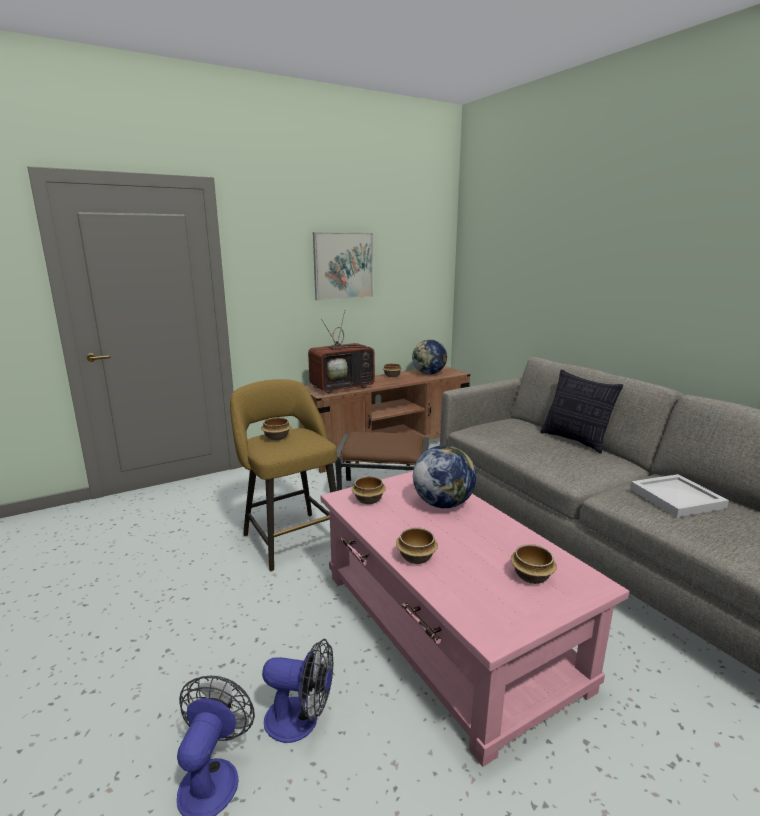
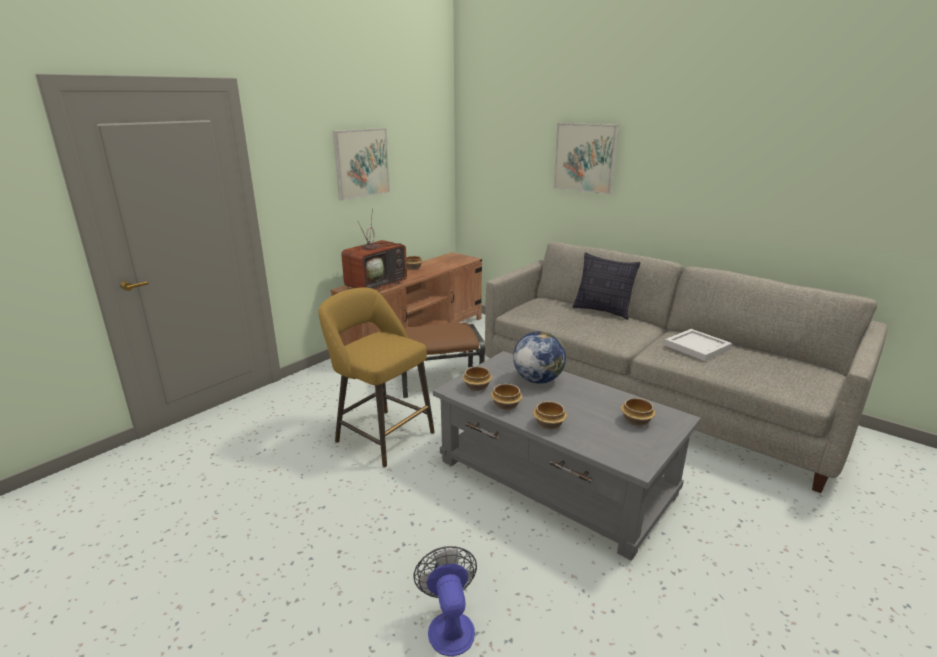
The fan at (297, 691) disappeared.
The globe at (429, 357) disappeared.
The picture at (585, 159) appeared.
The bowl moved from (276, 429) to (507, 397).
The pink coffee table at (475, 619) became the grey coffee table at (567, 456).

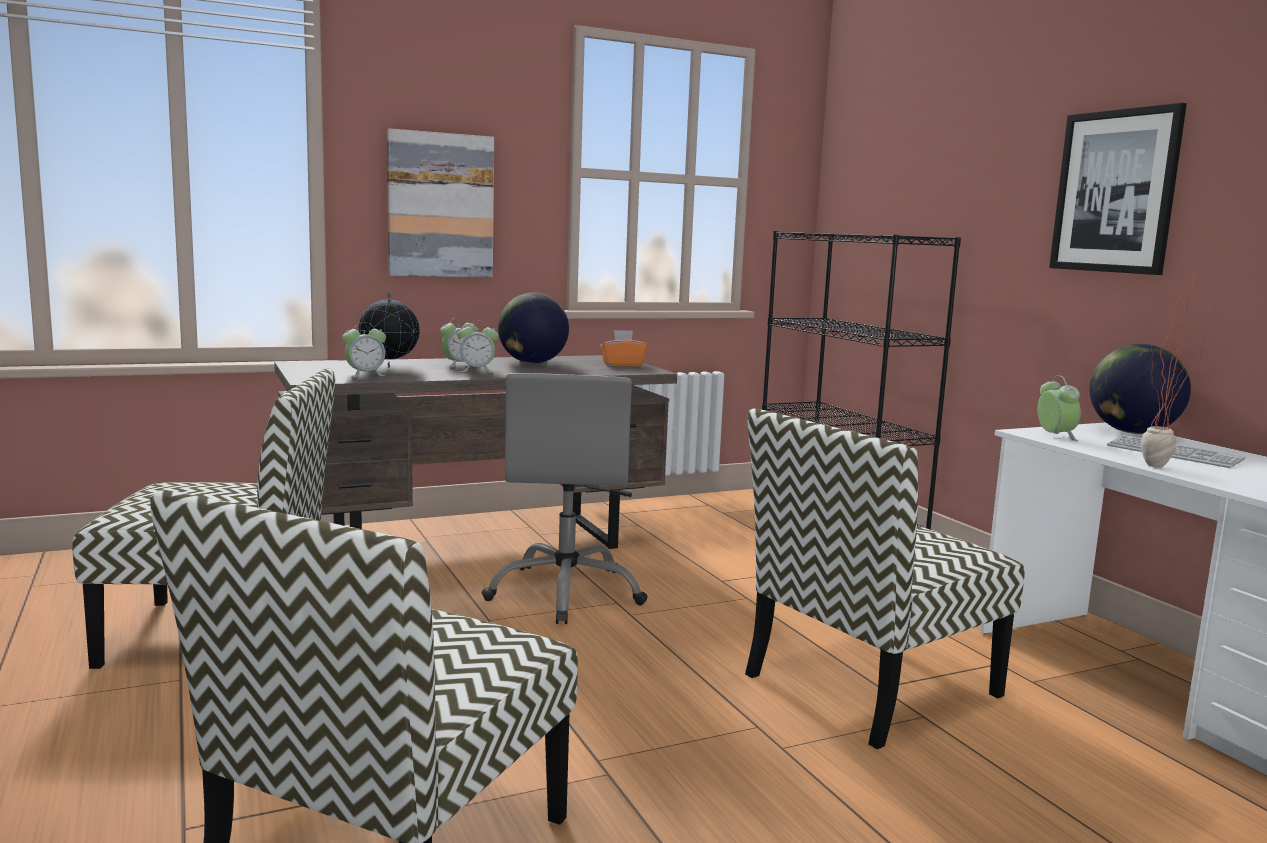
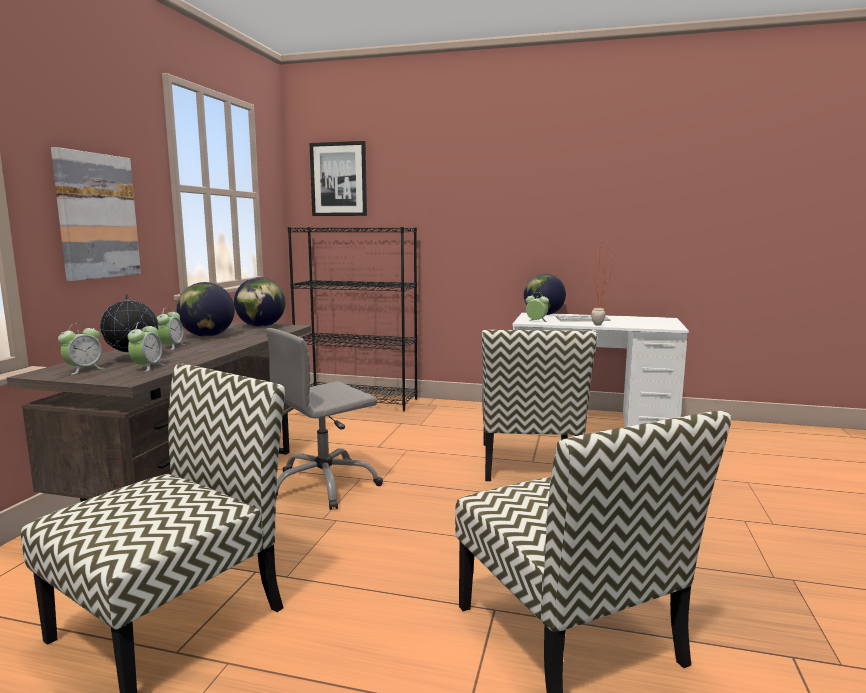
The alarm clock moved from (478, 347) to (81, 349).
The picture moved from (1118, 189) to (338, 178).
The orange tissue box at (623, 348) was replaced by the globe at (260, 302).
The grey office chair at (565, 498) turned 105 degrees clockwise.

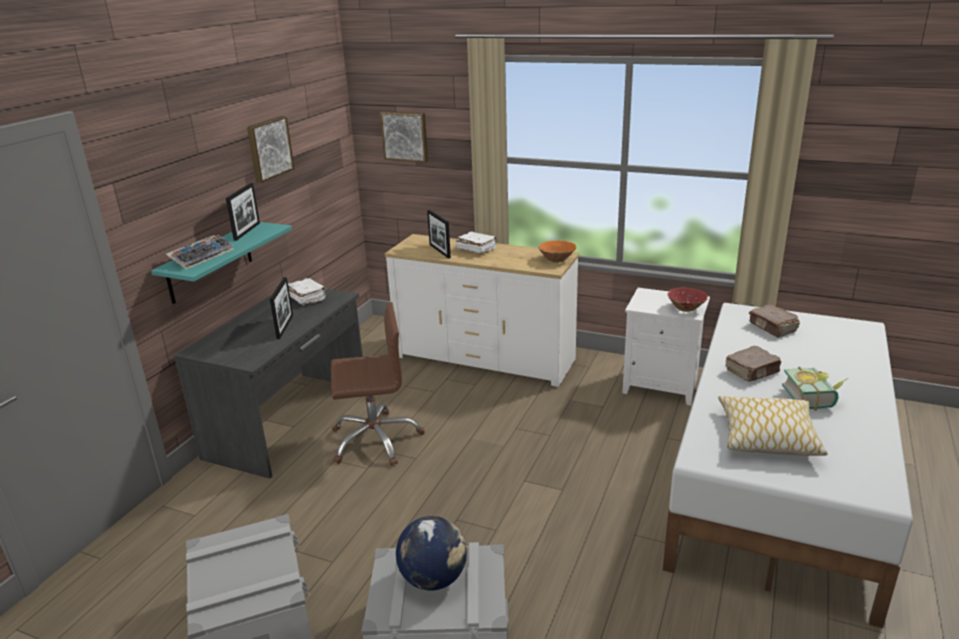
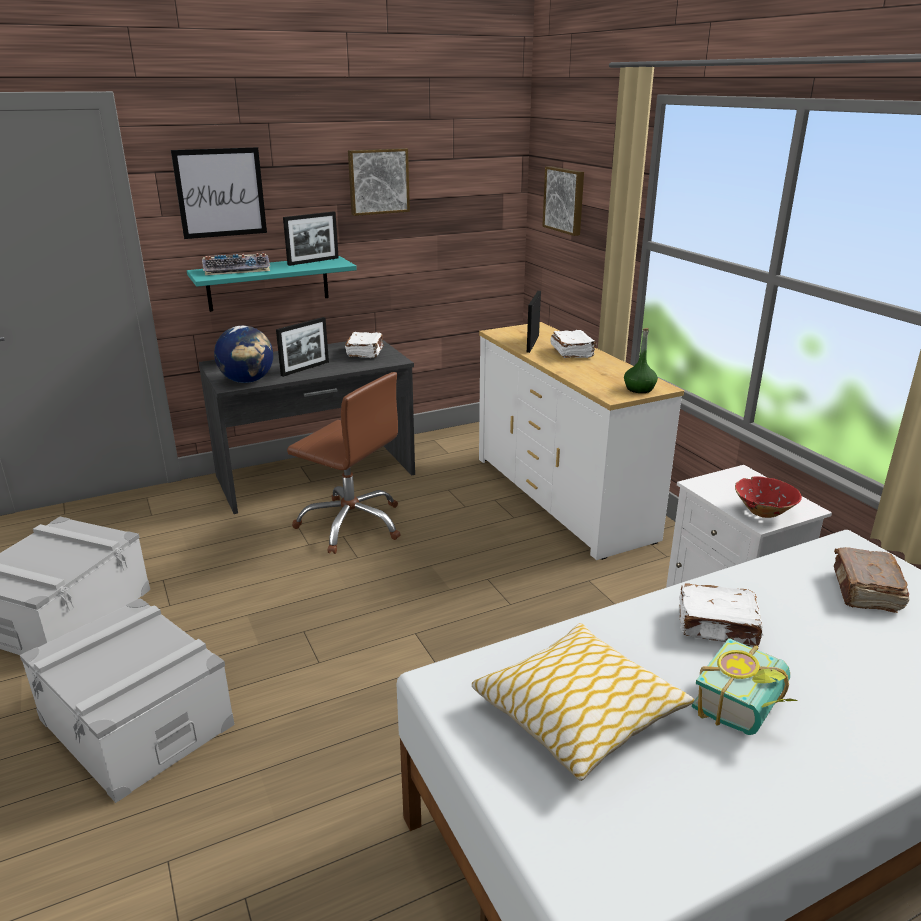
The picture at (219, 193) appeared.
The globe moved from (431, 553) to (243, 354).
The orange bowl at (557, 251) was replaced by the green bottle at (641, 360).
The brown book at (753, 363) became the white book at (721, 615).

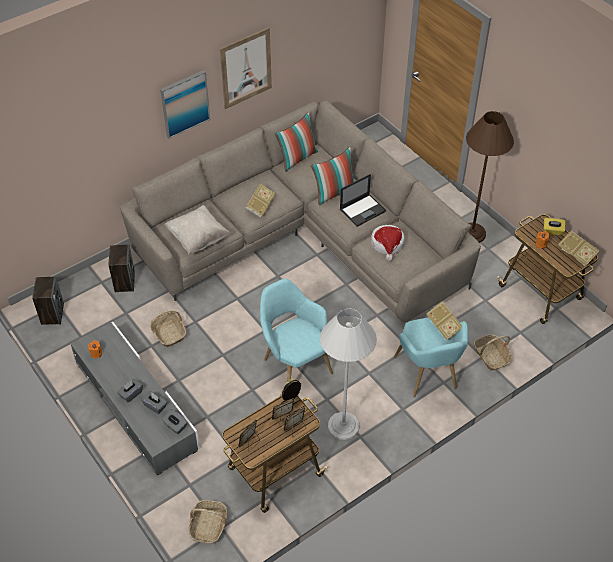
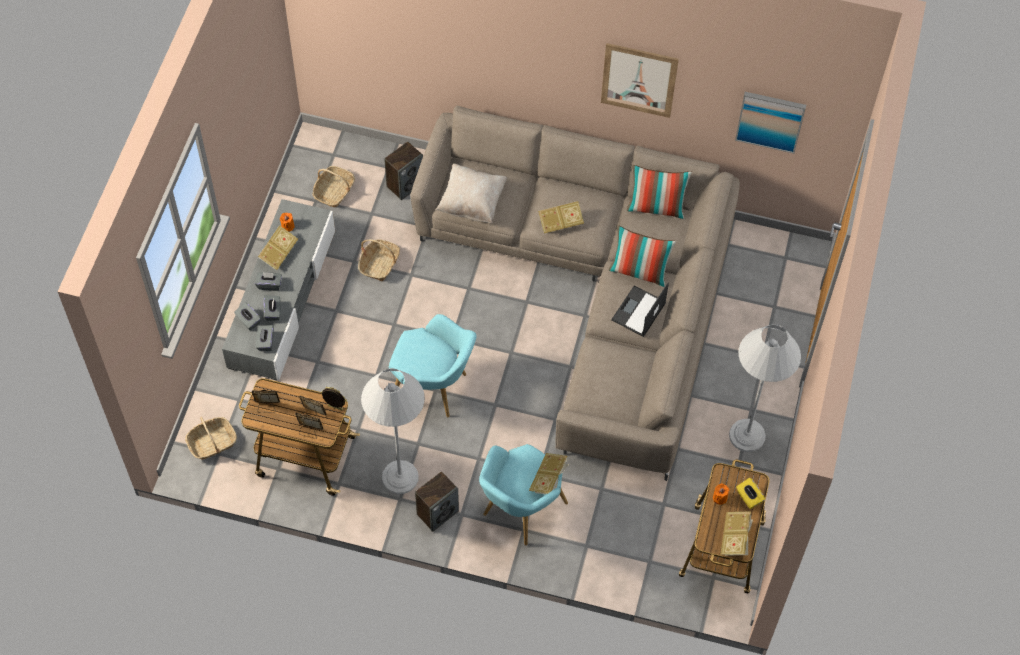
The hat at (388, 243) disappeared.
The grey tissue box at (247, 316) appeared.
The book at (278, 247) appeared.
The speaker moved from (48, 300) to (437, 501).
The picture moved from (185, 104) to (770, 123).
The basket moved from (492, 352) to (334, 186).
The brown floor lamp at (490, 177) became the white floor lamp at (765, 388).
The turquoise armchair at (296, 330) turned 90 degrees clockwise.
The laptop at (363, 200) turned 105 degrees clockwise.

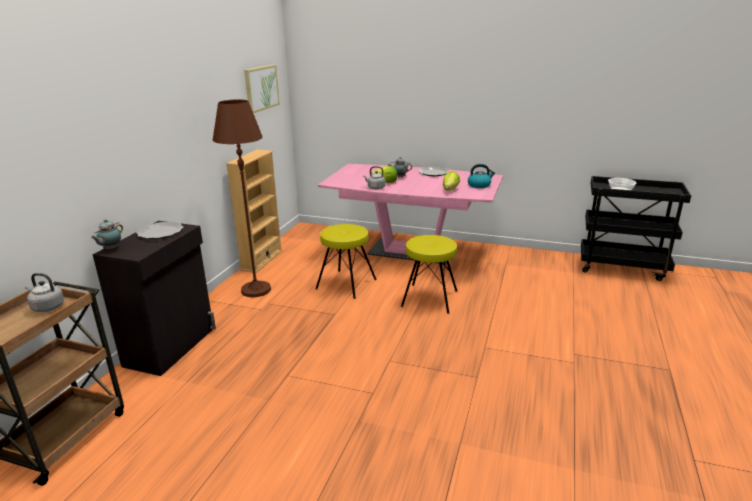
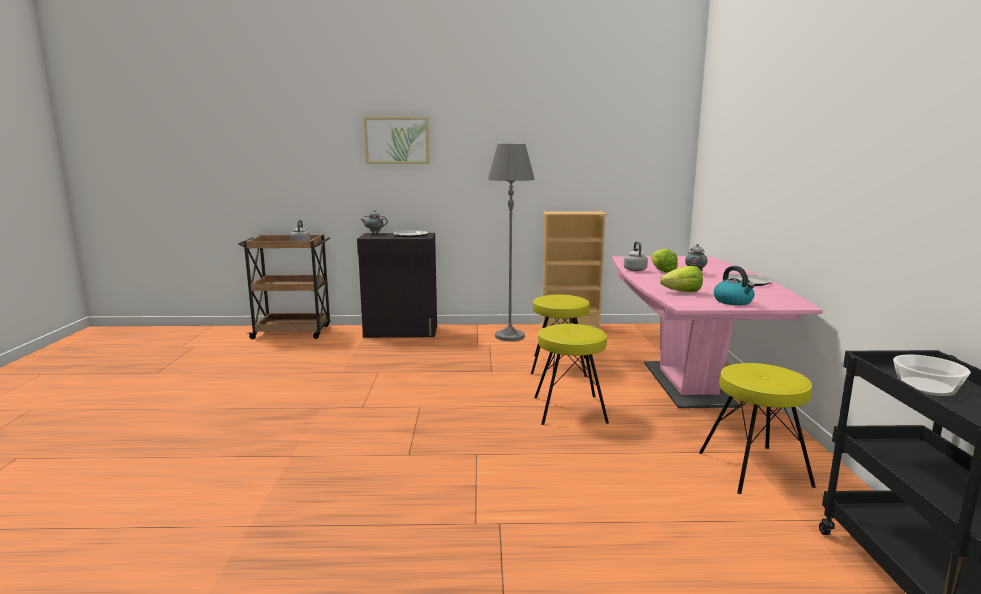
The yellow stool at (757, 428) appeared.
The picture moved from (262, 88) to (396, 140).
The brown floor lamp at (242, 198) became the grey floor lamp at (511, 242).

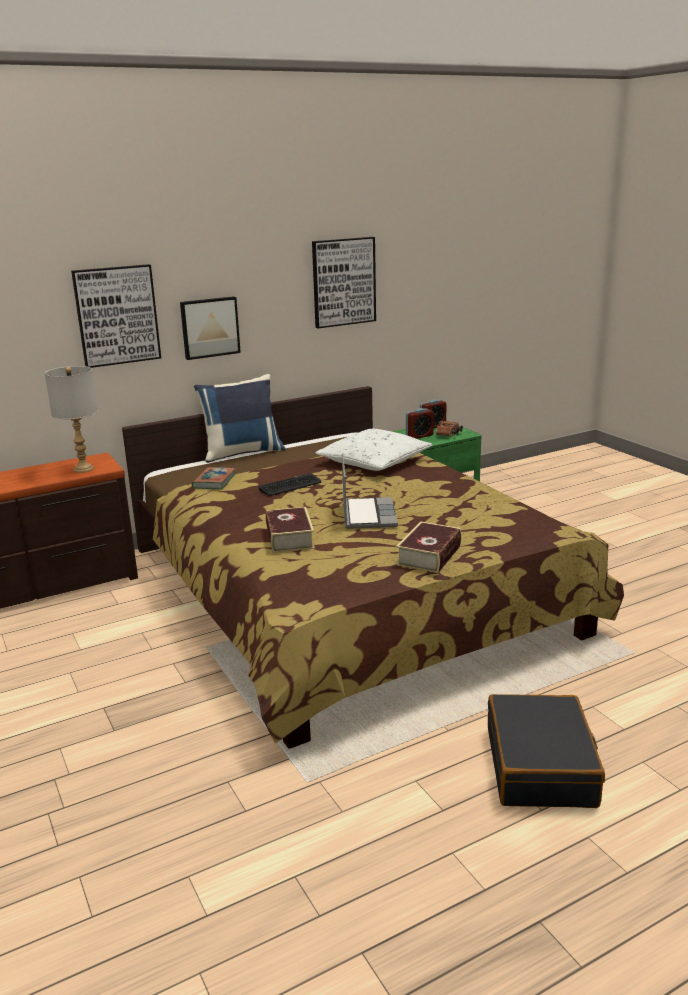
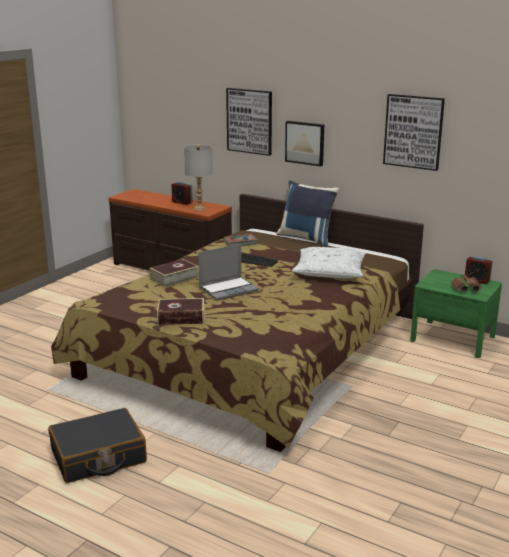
The alarm clock moved from (420, 423) to (182, 193).

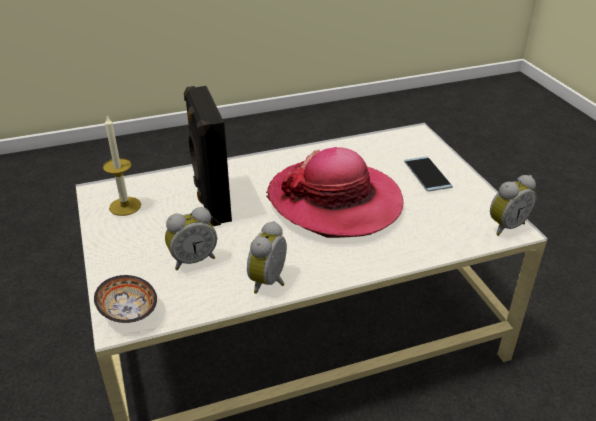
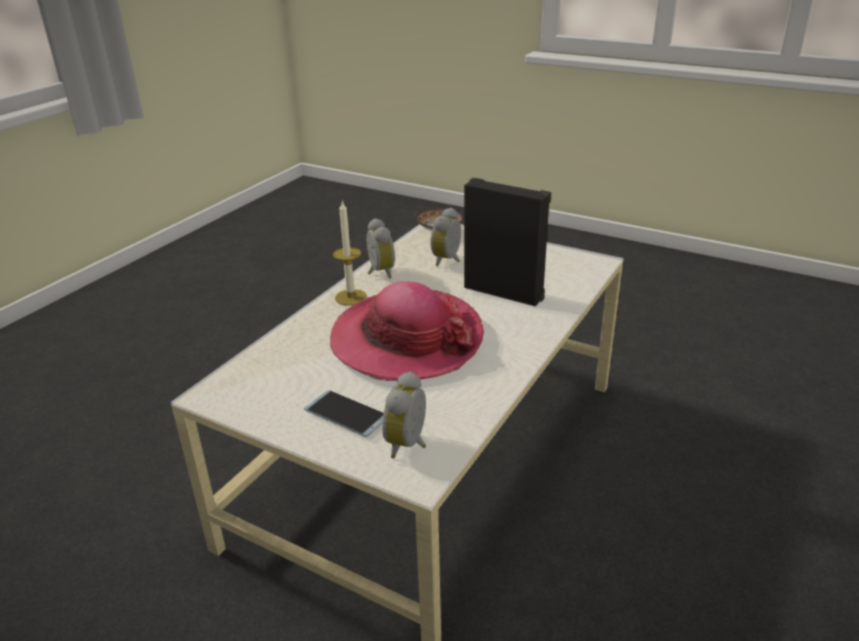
The candle moved from (122, 166) to (350, 253).
The alarm clock moved from (513, 205) to (404, 415).

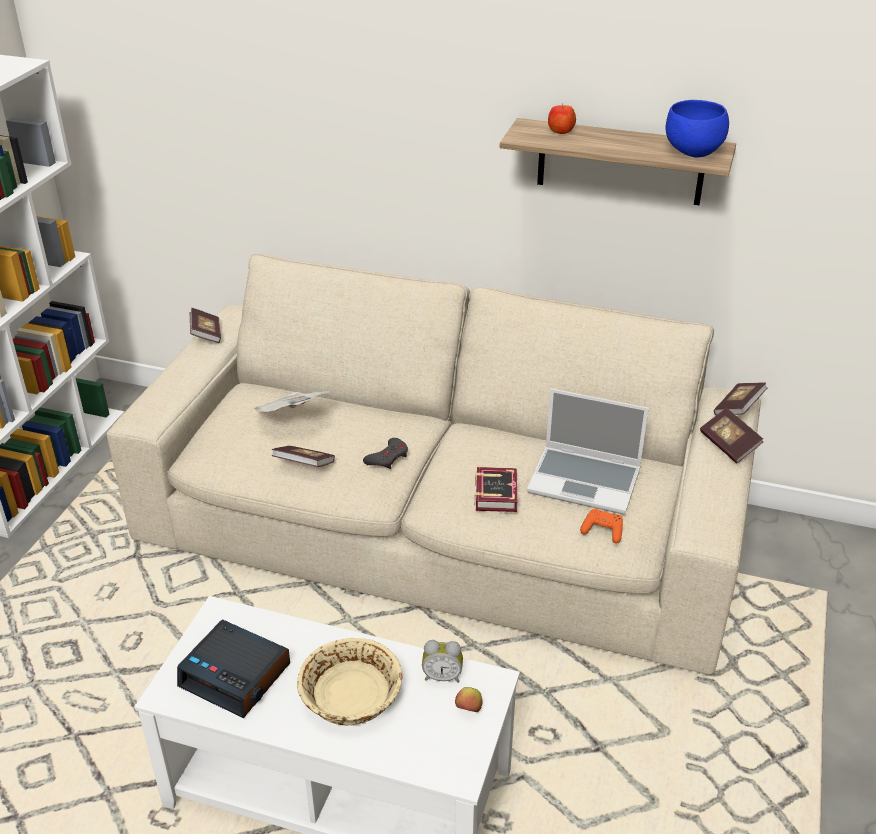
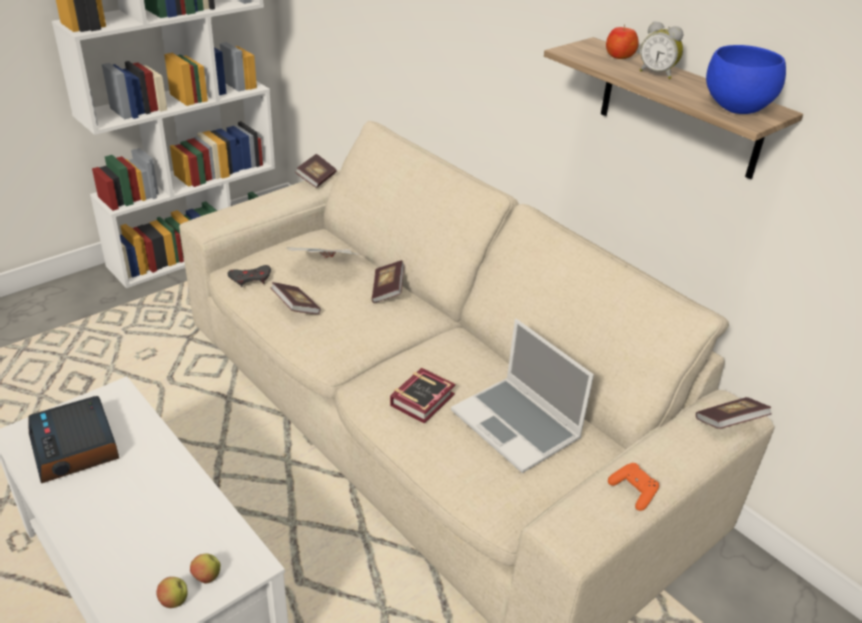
The beige bowl at (350, 682) disappeared.
The apple at (172, 592) appeared.
The grey game controller moved from (385, 453) to (249, 276).
The alarm clock moved from (442, 661) to (661, 50).
The orange game controller moved from (601, 526) to (633, 487).
The book moved from (731, 436) to (388, 281).

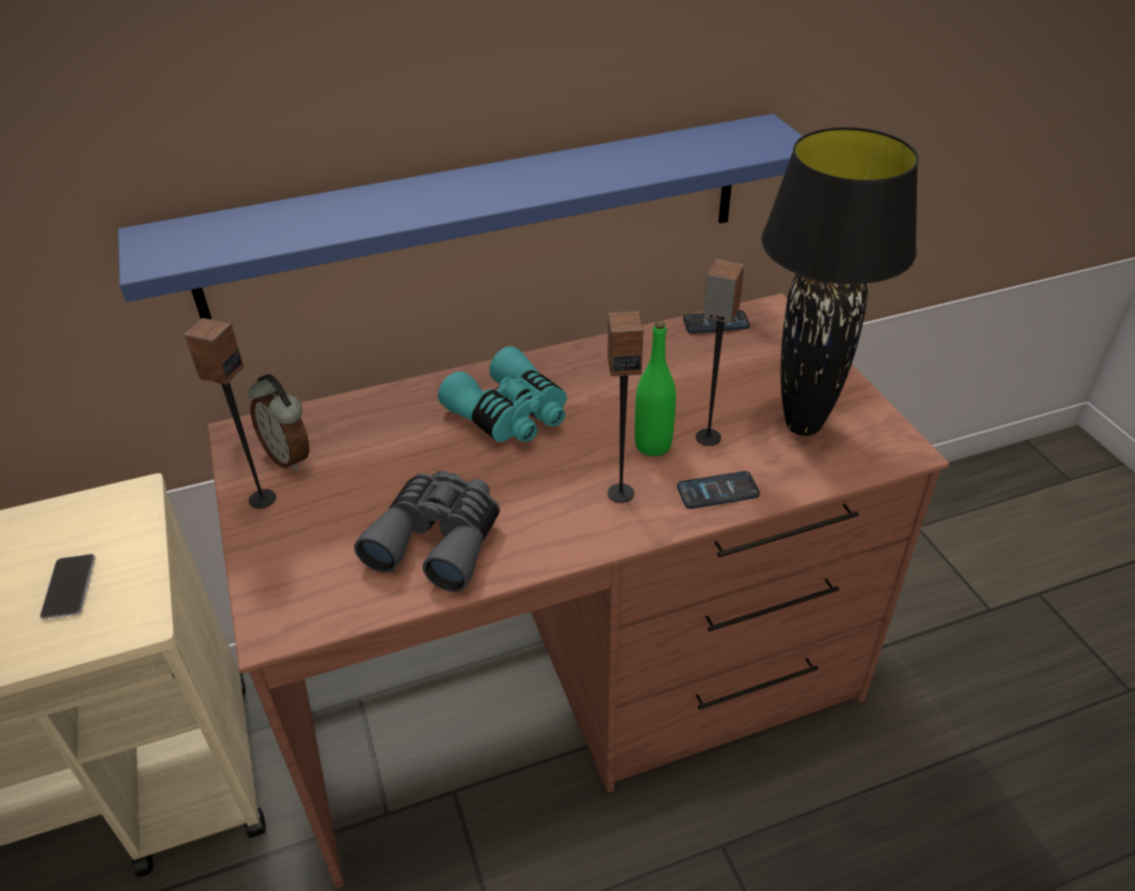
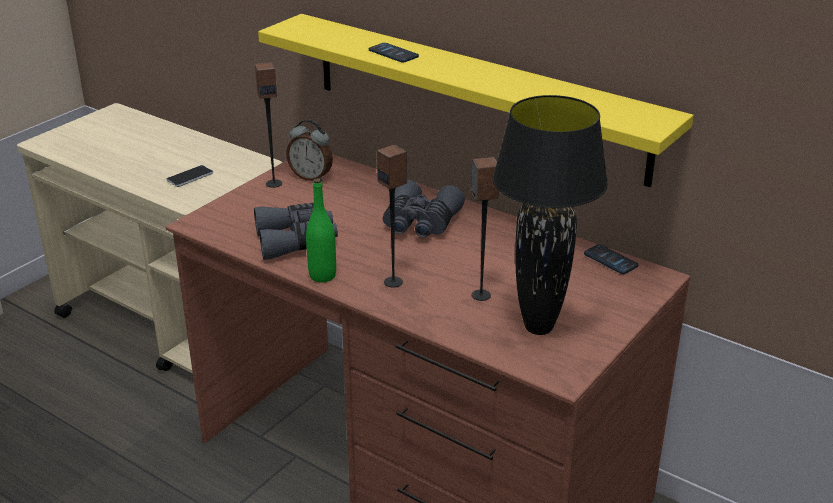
The green bottle moved from (655, 388) to (321, 230).
The phone moved from (718, 490) to (394, 53).
The blue shelf at (460, 216) became the yellow shelf at (476, 100).
The turquoise binoculars at (502, 394) became the grey binoculars at (424, 209).
The alarm clock at (278, 422) turned 75 degrees counterclockwise.

